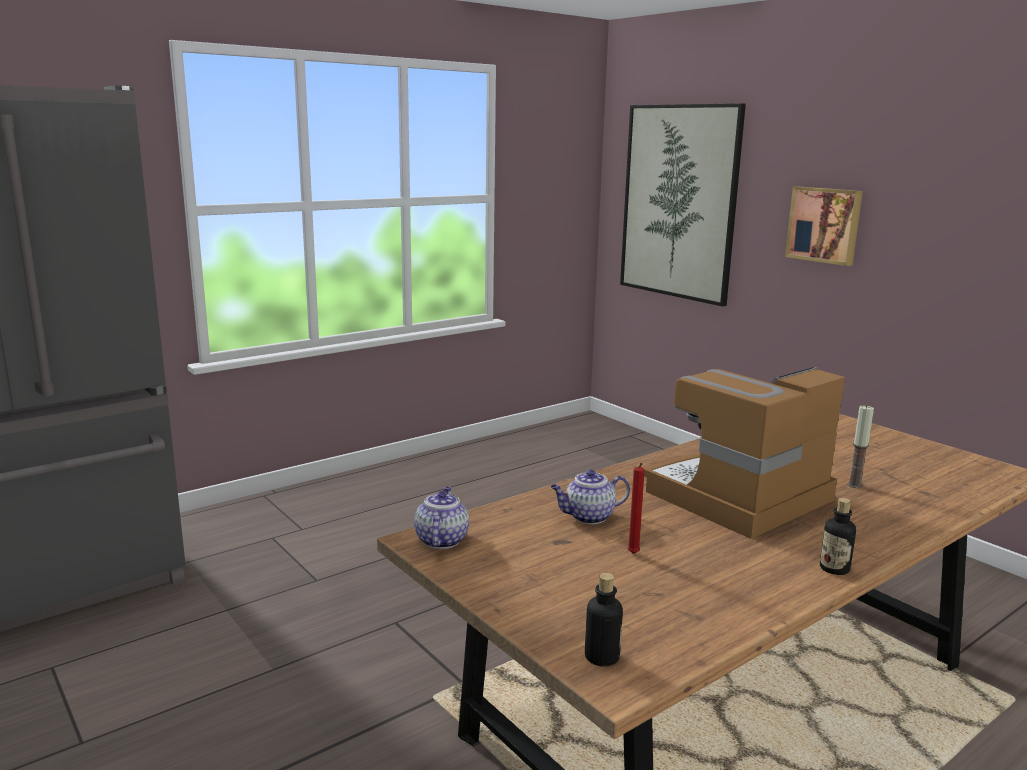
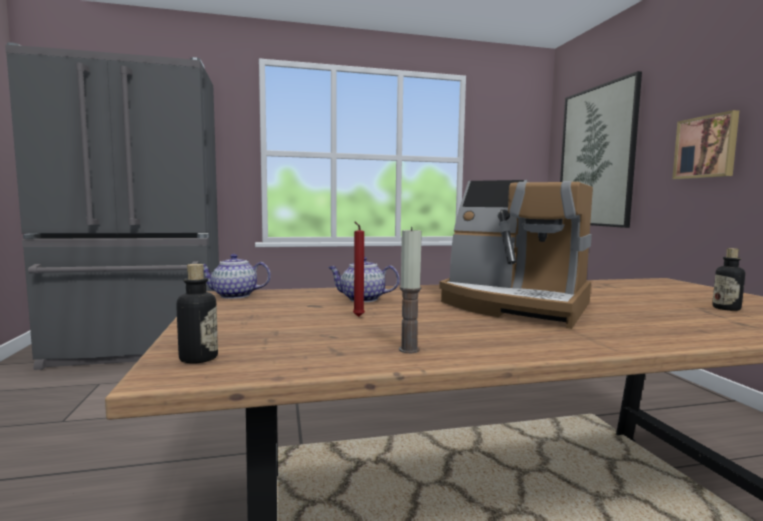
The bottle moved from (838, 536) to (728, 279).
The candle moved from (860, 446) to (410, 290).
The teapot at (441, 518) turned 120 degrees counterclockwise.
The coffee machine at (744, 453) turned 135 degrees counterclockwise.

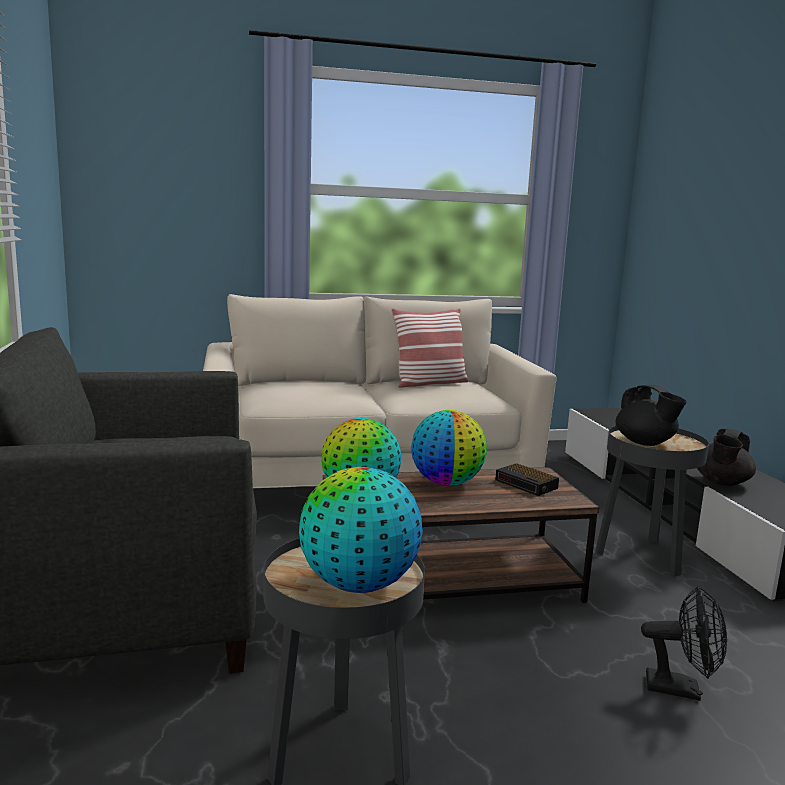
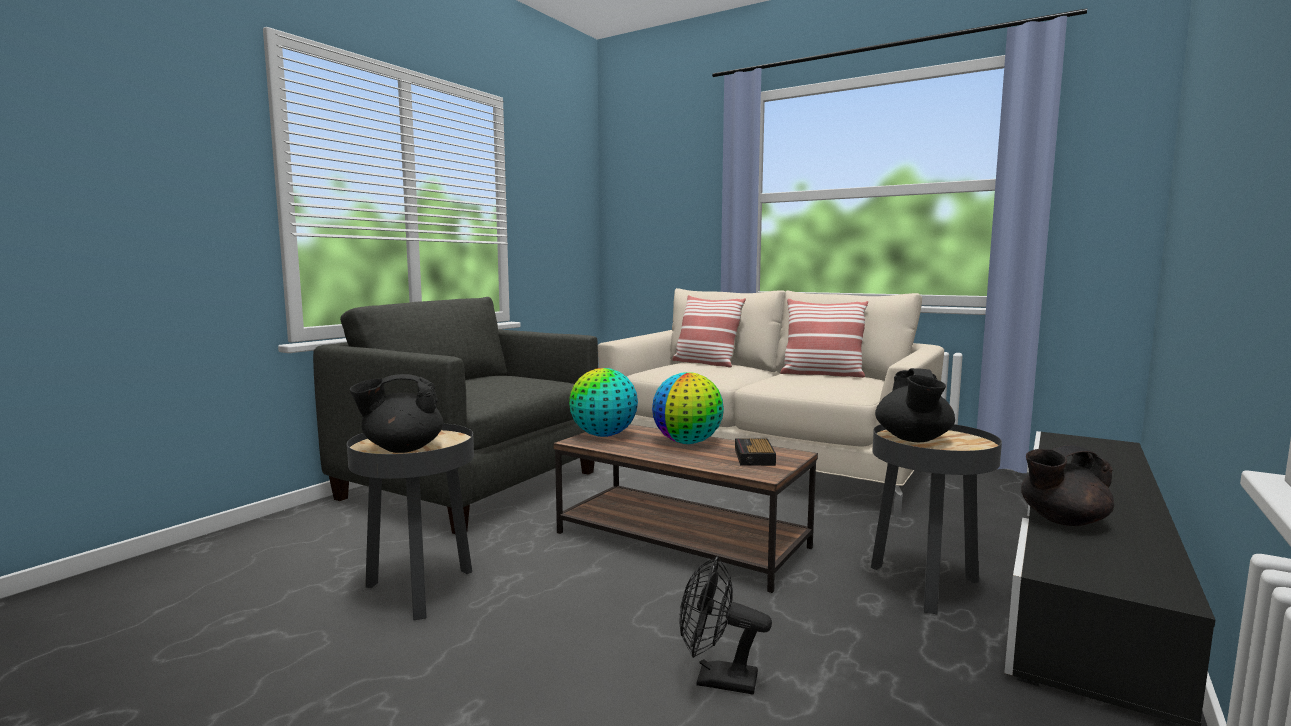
The pillow at (709, 331) appeared.
The globe at (361, 530) was replaced by the black teapot at (396, 413).
The black fan at (684, 643) turned 135 degrees clockwise.

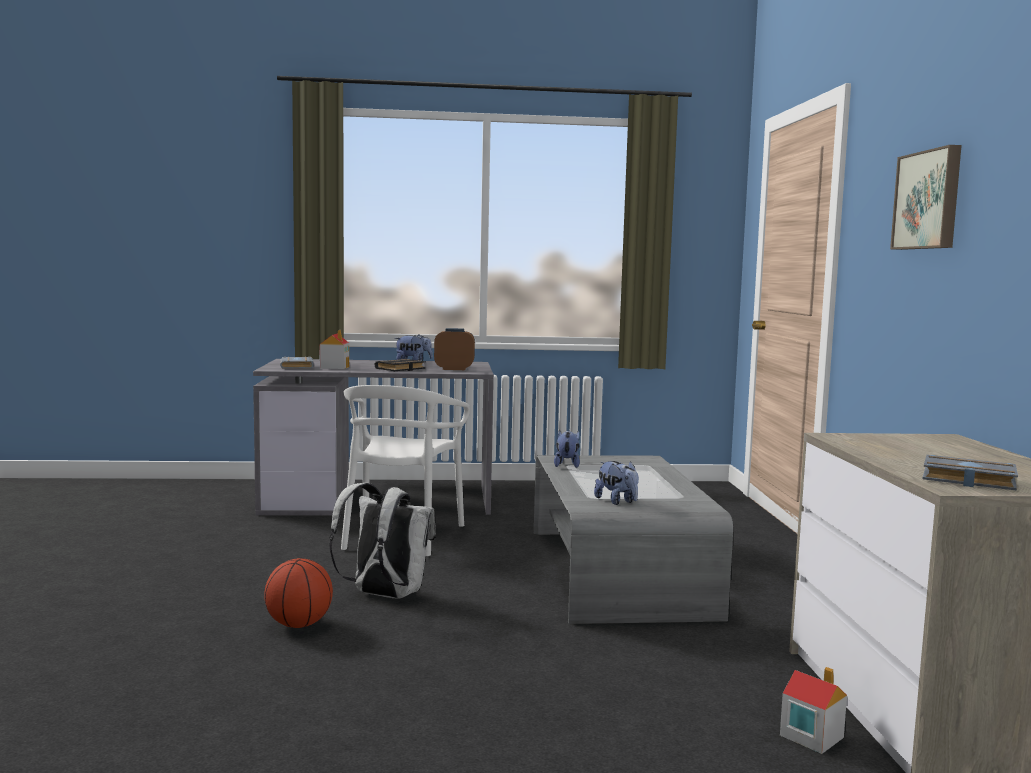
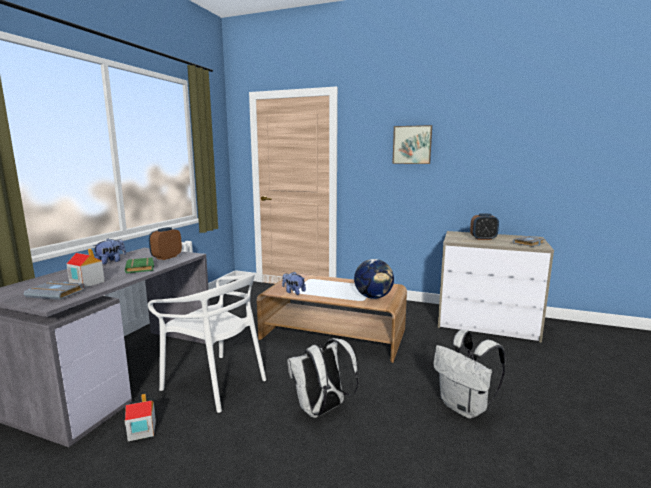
The basketball at (298, 593) disappeared.
The white backpack at (469, 374) appeared.
The alarm clock at (484, 227) appeared.
The toy house moved from (813, 710) to (140, 417).
The plush toy at (616, 483) was replaced by the globe at (374, 279).
The black book at (400, 365) became the green book at (139, 265).
The grey coffee table at (633, 539) became the brown coffee table at (332, 318).

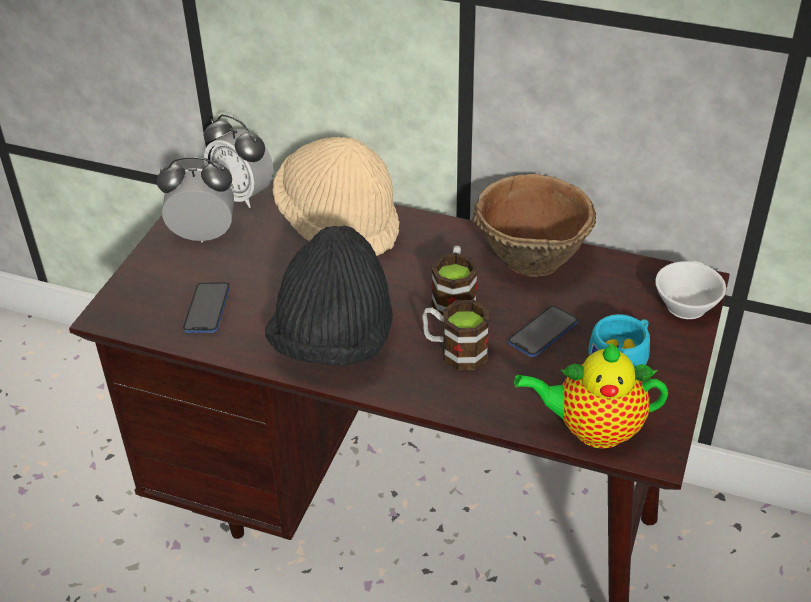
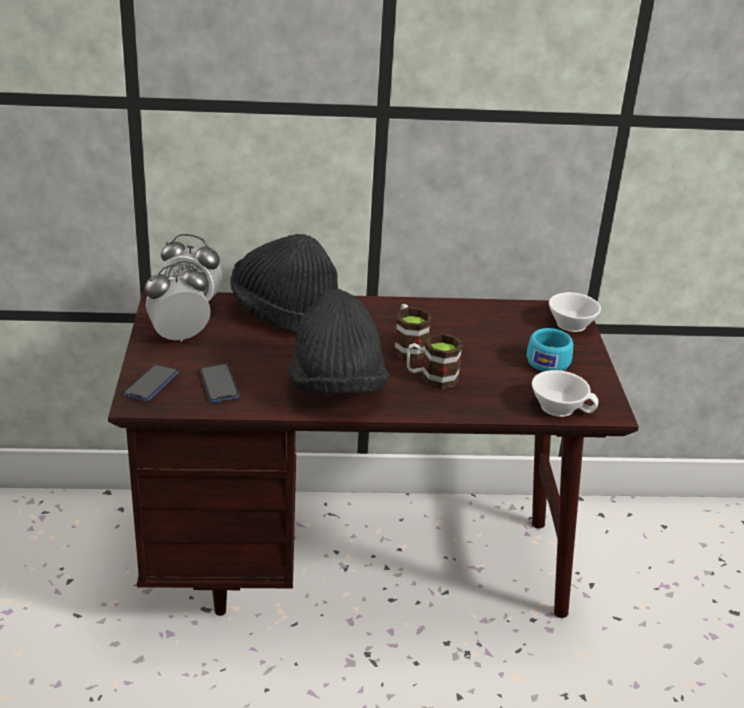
The brown bowl at (534, 225) disappeared.
The phone moved from (543, 331) to (151, 382).
The teapot at (591, 396) was replaced by the white cup at (565, 393).
The beige hat at (335, 196) became the black hat at (284, 283).

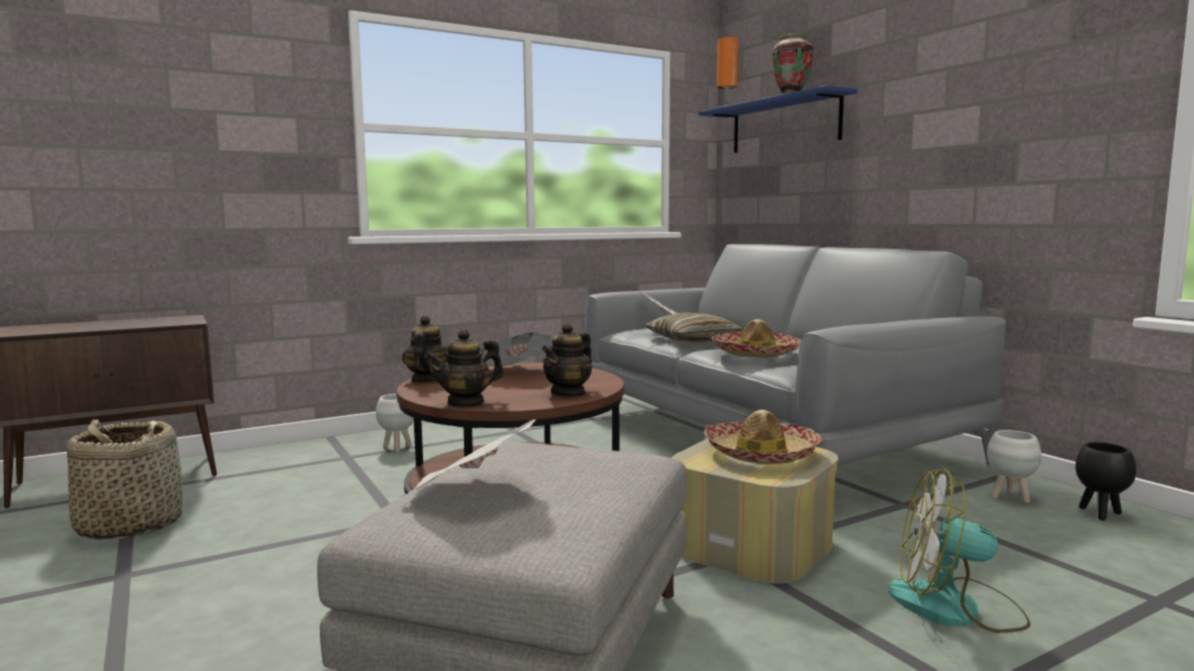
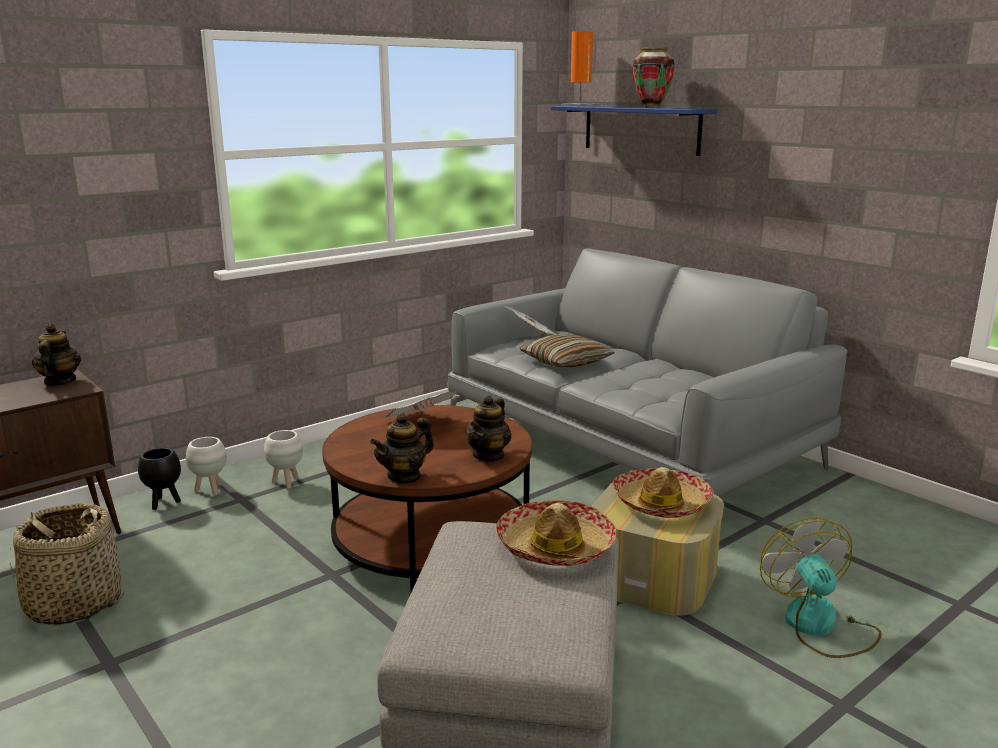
The newspaper at (468, 458) disappeared.
The teapot moved from (425, 349) to (56, 355).
The hat moved from (756, 338) to (556, 533).
The white planter moved from (1014, 466) to (206, 466).
The black planter moved from (1105, 481) to (159, 479).
The fan at (959, 550) turned 75 degrees clockwise.

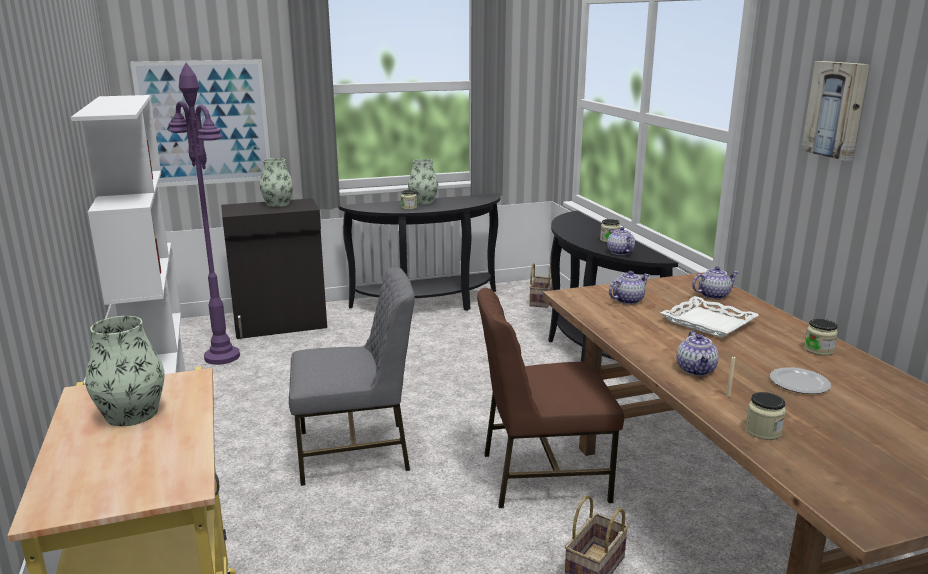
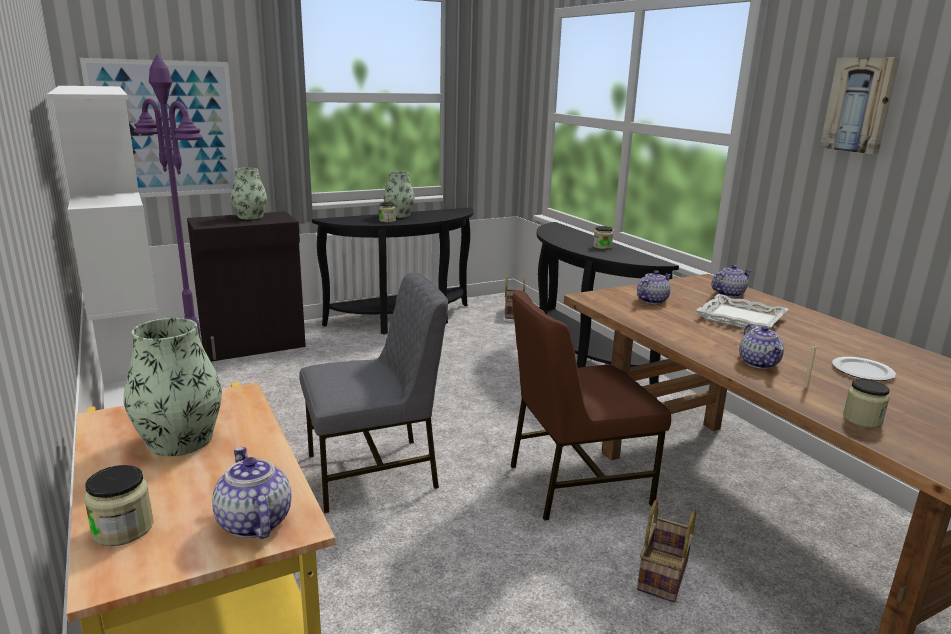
The teapot moved from (621, 241) to (251, 493).
The jar moved from (821, 337) to (119, 505).

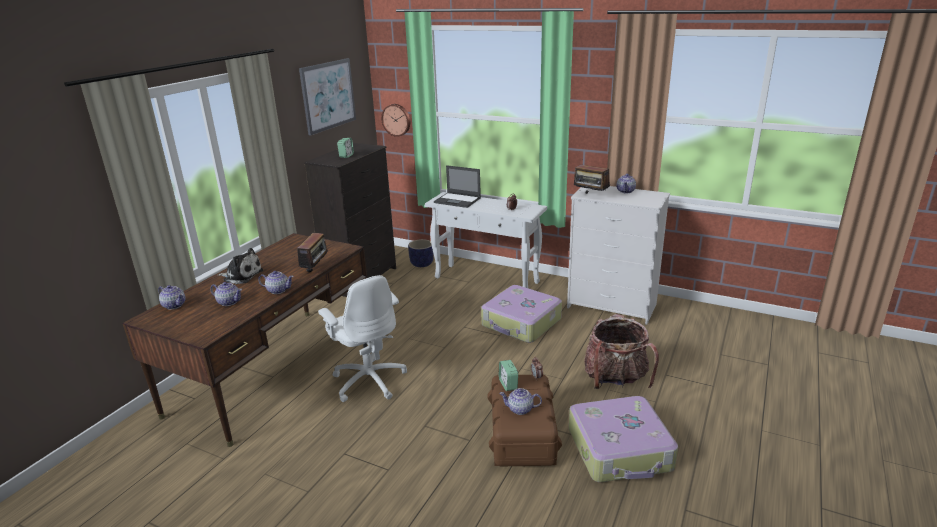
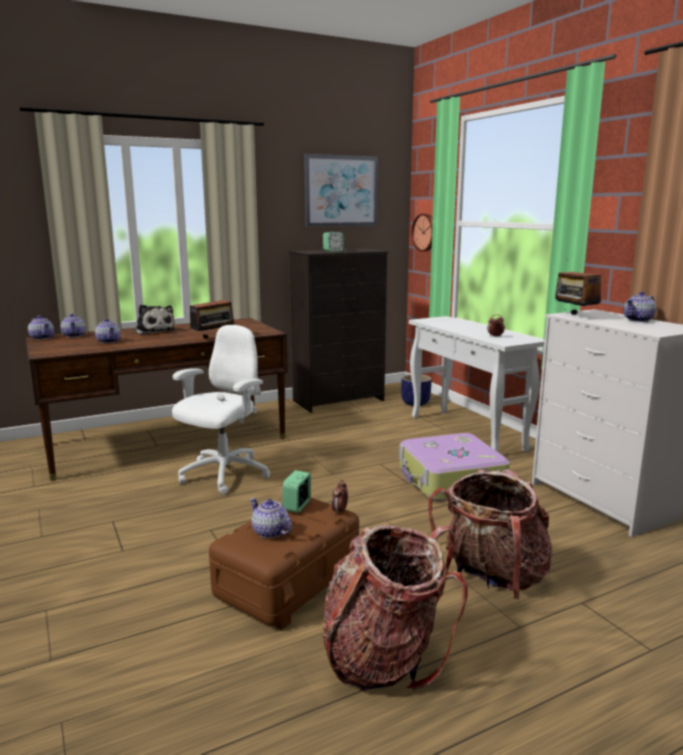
The laptop at (457, 186) disappeared.
The teapot moved from (276, 282) to (41, 327).
The suitcase at (623, 439) was replaced by the backpack at (395, 607).
The white office chair at (362, 338) turned 150 degrees counterclockwise.

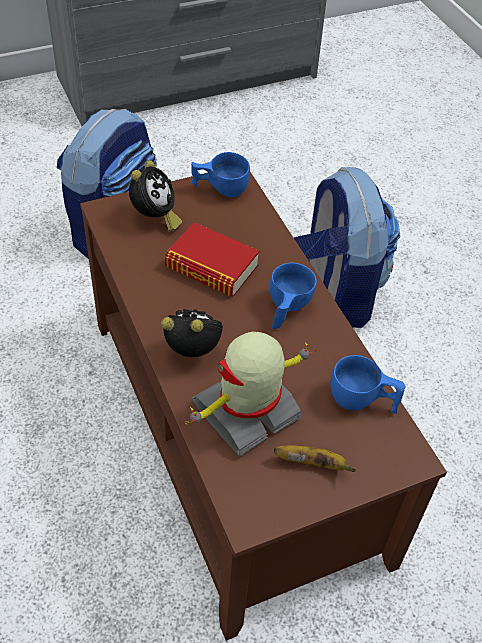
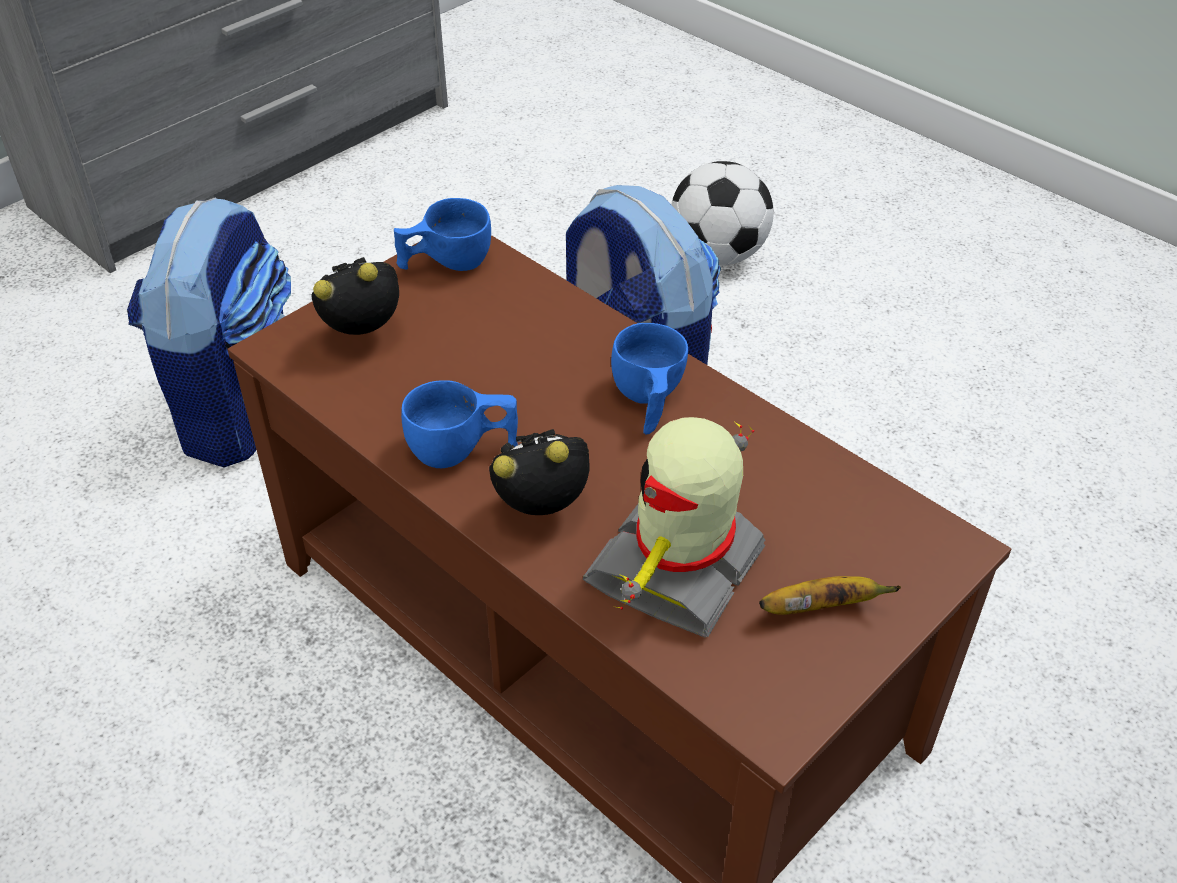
The book at (212, 259) disappeared.
The football at (722, 213) appeared.
The blue cup moved from (368, 384) to (459, 424).
The alarm clock at (155, 195) turned 105 degrees counterclockwise.

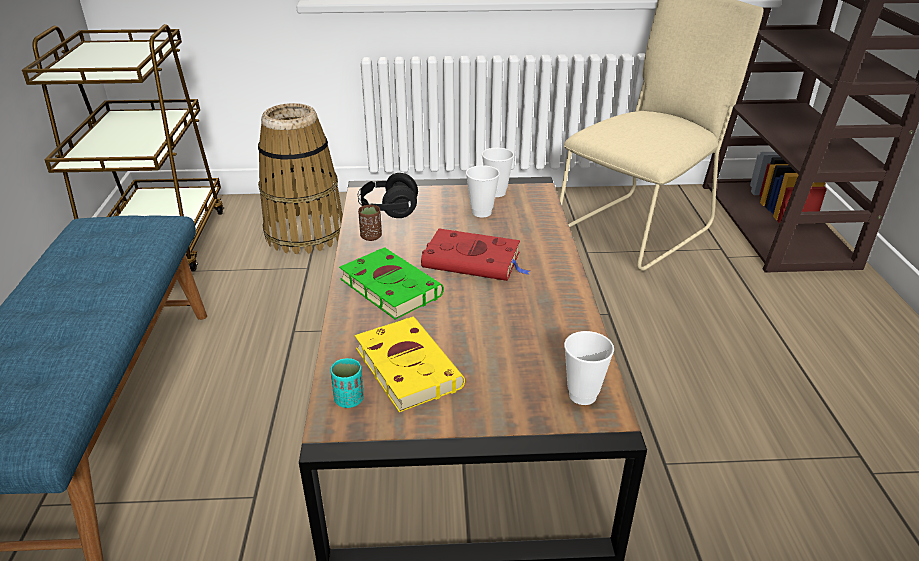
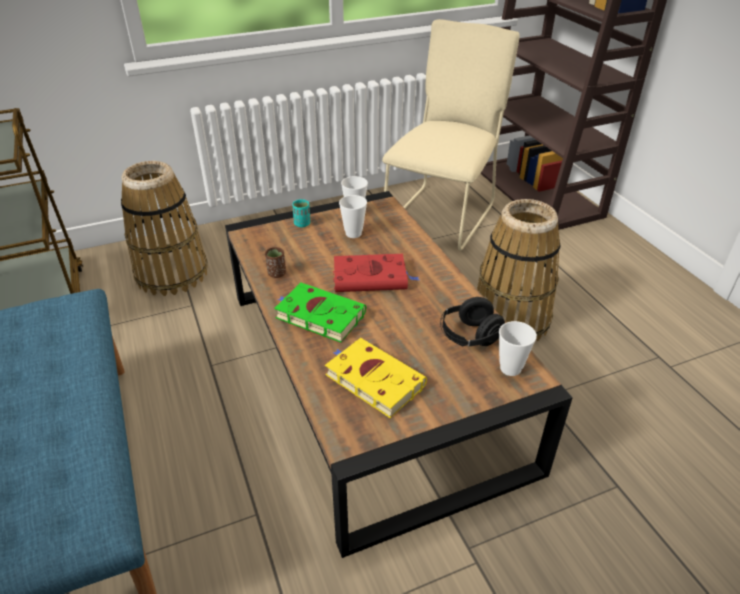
The basket at (519, 270) appeared.
The turquoise cup moved from (347, 383) to (301, 213).
The black headphones moved from (388, 195) to (472, 321).

